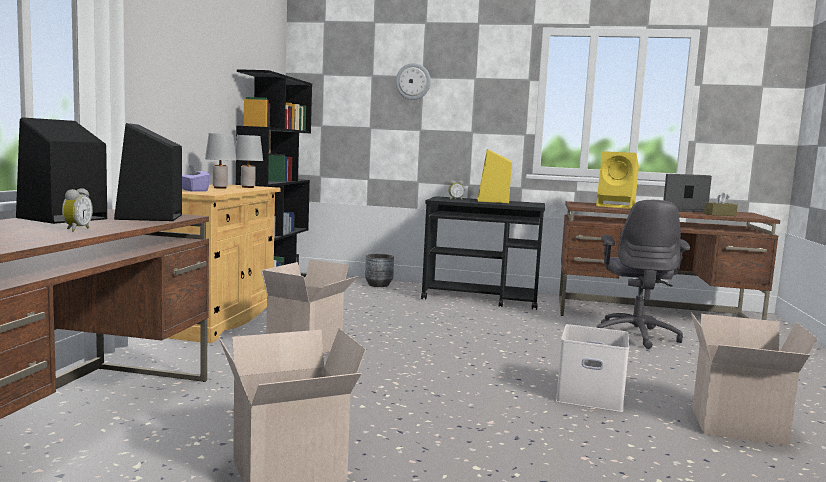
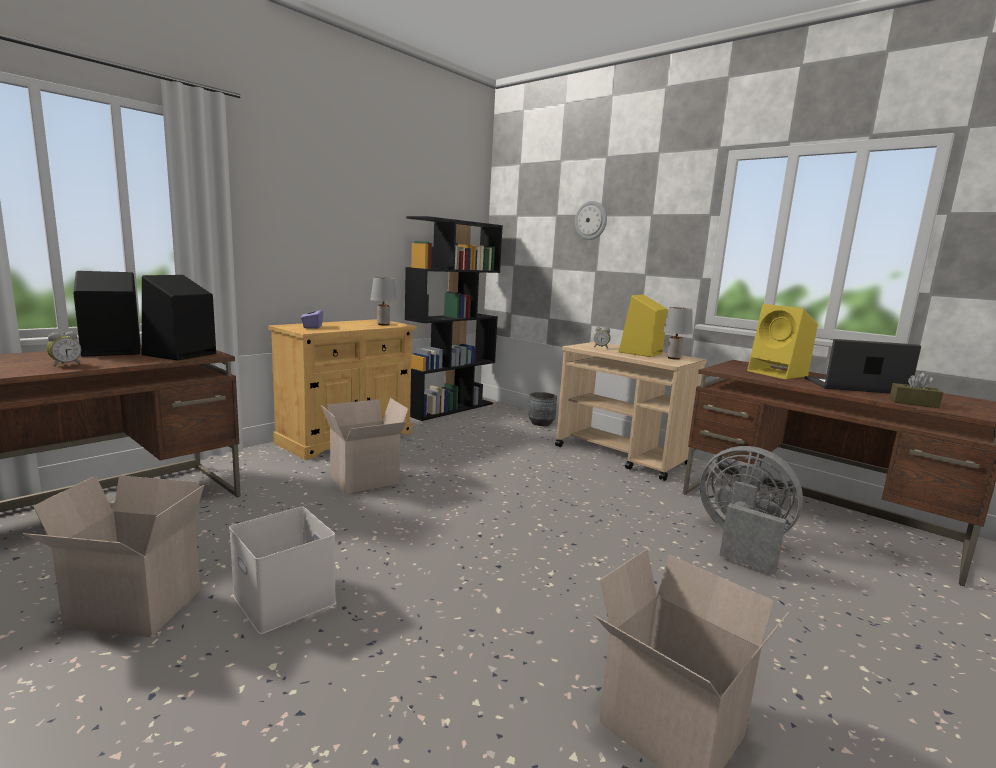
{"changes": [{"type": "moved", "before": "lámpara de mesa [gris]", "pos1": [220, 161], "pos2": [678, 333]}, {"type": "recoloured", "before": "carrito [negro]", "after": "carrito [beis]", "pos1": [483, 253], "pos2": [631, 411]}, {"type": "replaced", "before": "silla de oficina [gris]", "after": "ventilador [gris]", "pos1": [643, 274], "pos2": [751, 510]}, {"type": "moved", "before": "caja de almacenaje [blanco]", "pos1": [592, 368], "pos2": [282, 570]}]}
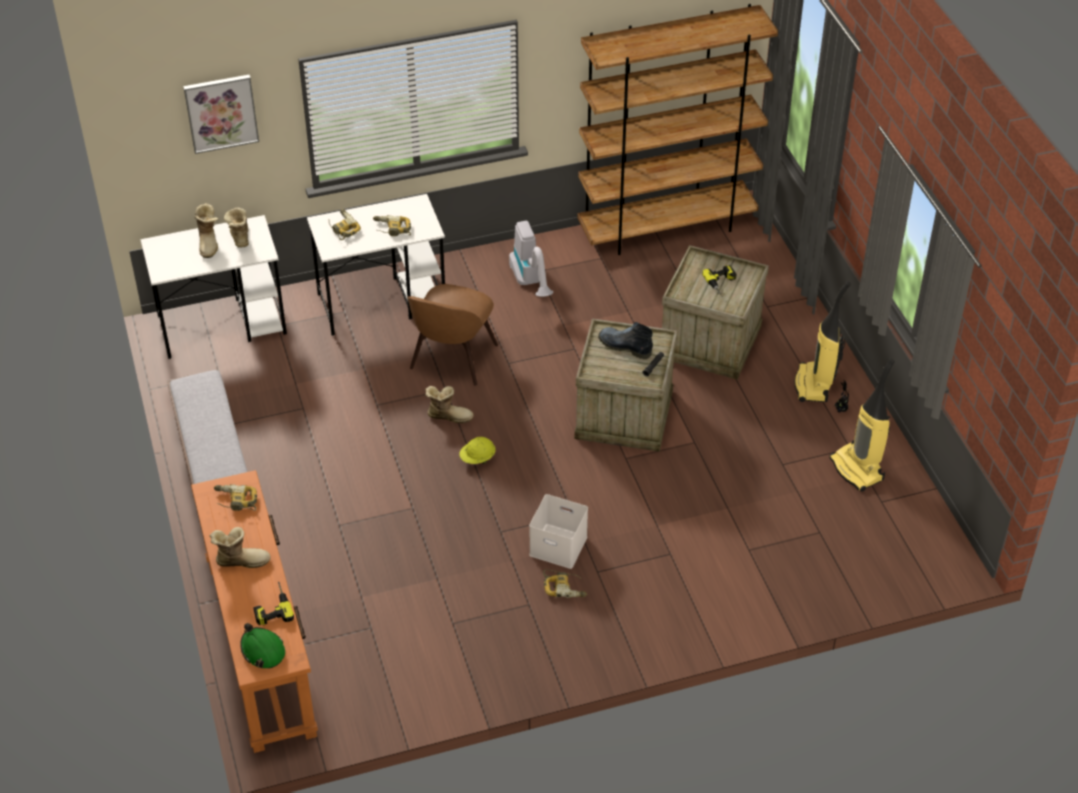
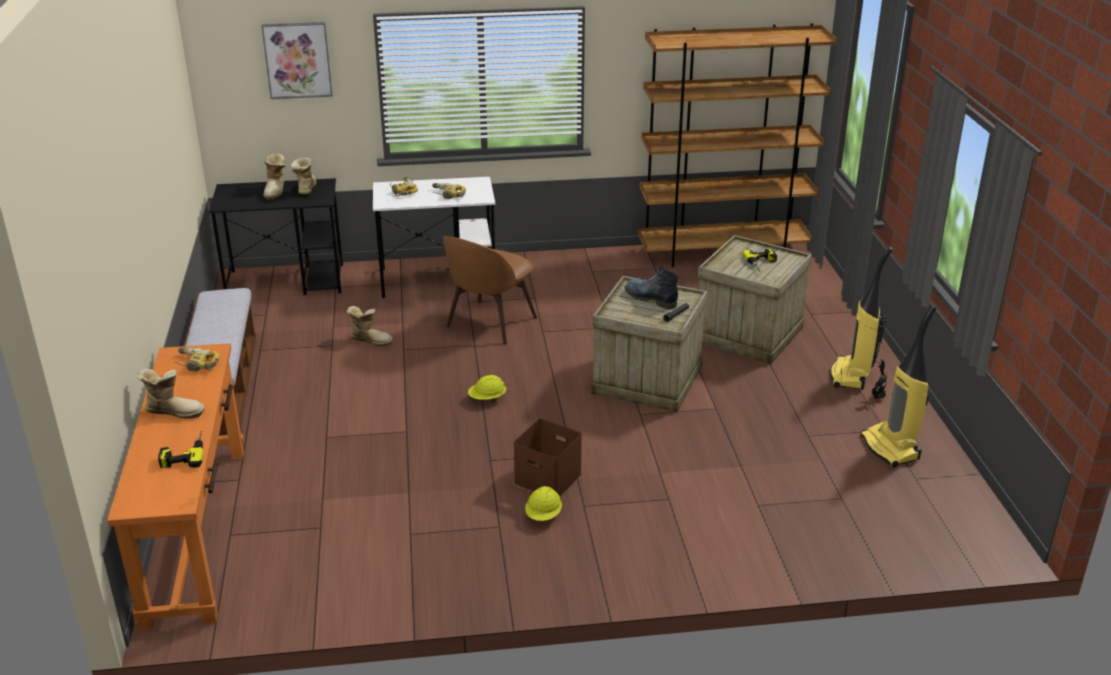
{"changes": [{"type": "recoloured", "before": "escritorio [blanco]", "after": "escritorio [negro]", "pos1": [213, 287], "pos2": [276, 236]}, {"type": "removed", "before": "aspiradora", "pos1": [531, 259]}, {"type": "moved", "before": "bota", "pos1": [449, 404], "pos2": [369, 326]}, {"type": "recoloured", "before": "caja de almacenaje [blanco]", "after": "caja de almacenaje [marrón]", "pos1": [558, 531], "pos2": [547, 457]}, {"type": "replaced", "before": "taladro", "after": "casco [amarillo]", "pos1": [565, 583], "pos2": [543, 503]}, {"type": "removed", "before": "casco [verde]", "pos1": [262, 646]}]}
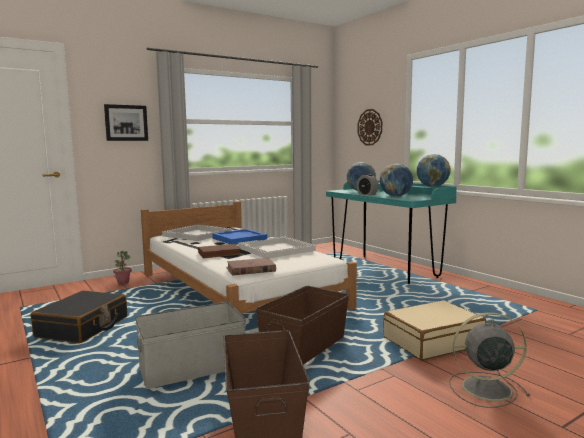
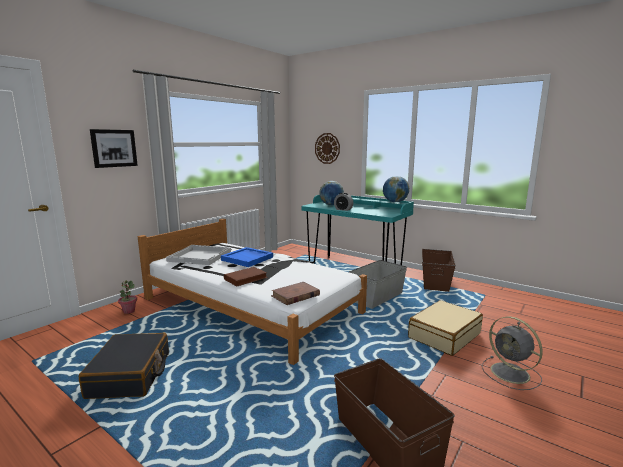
{"changes": [{"type": "removed", "before": "globo terráqueo", "pos1": [396, 180]}, {"type": "removed", "before": "bandeja [blanco]", "pos1": [277, 247]}, {"type": "moved", "before": "caja de almacenaje [marrón]", "pos1": [302, 325], "pos2": [439, 270]}, {"type": "moved", "before": "caja de almacenaje [gris]", "pos1": [190, 345], "pos2": [378, 284]}, {"type": "turned", "before": "ventilador [gris]", "pos1": [489, 360], "pos2": [512, 353], "turn": -105}]}
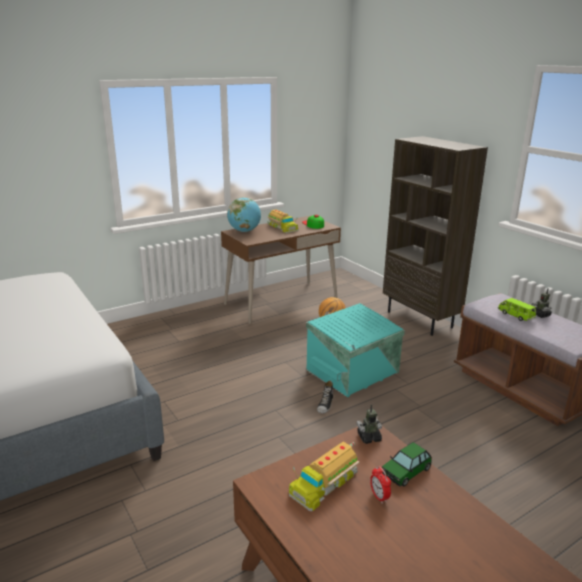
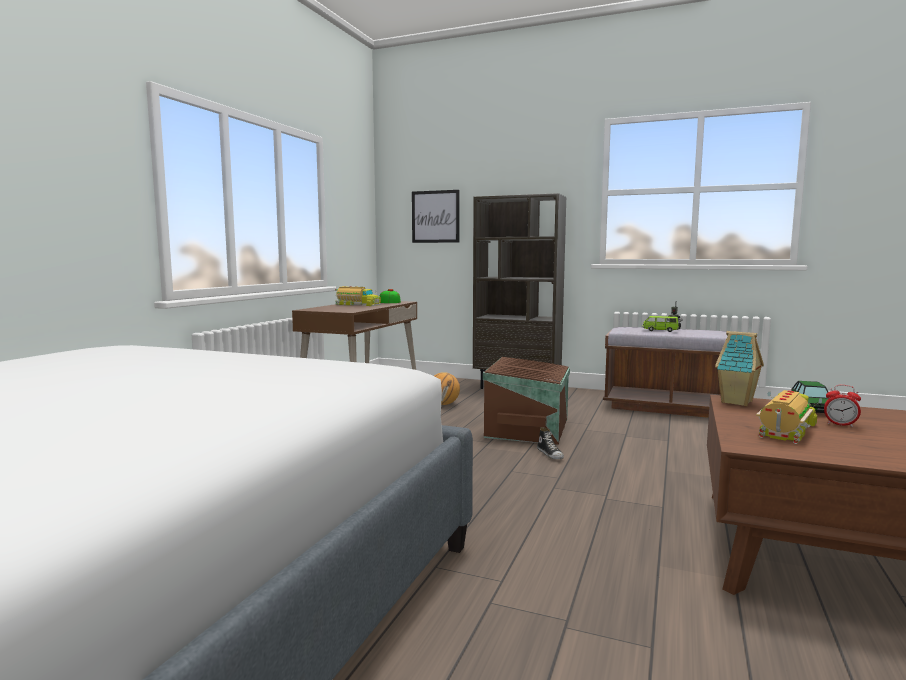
{"changes": [{"type": "removed", "before": "globo terráqueo", "pos1": [244, 214]}, {"type": "recoloured", "before": "caja de almacenaje [turquesa]", "after": "caja de almacenaje [marrón]", "pos1": [355, 350], "pos2": [526, 401]}, {"type": "replaced", "before": "robot de juguete", "after": "casita", "pos1": [369, 424], "pos2": [739, 368]}, {"type": "turned", "before": "camión de juguete", "pos1": [324, 476], "pos2": [789, 417], "turn": -150}, {"type": "added", "after": "cuadro", "pos2": [436, 216]}]}
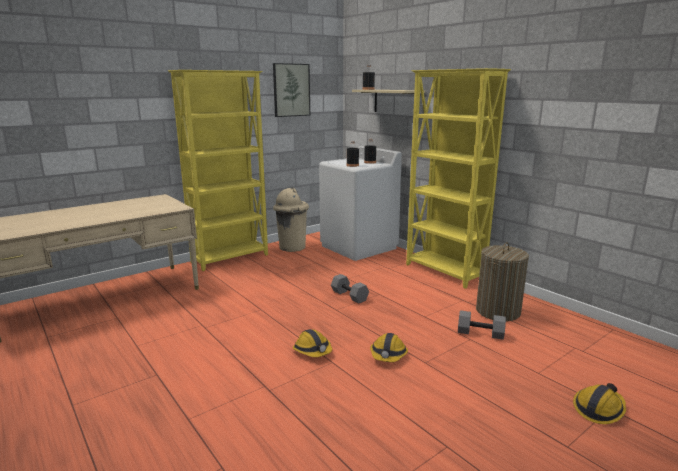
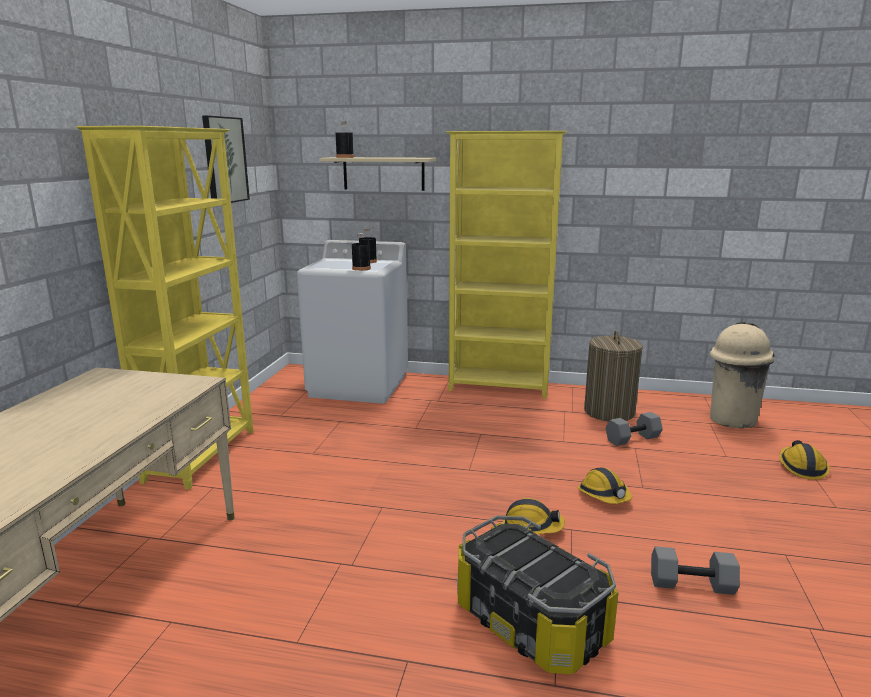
{"changes": [{"type": "moved", "before": "papelera [beis]", "pos1": [291, 219], "pos2": [742, 375]}, {"type": "moved", "before": "mancuerna [gris]", "pos1": [350, 288], "pos2": [695, 570]}, {"type": "added", "after": "caja de almacenaje", "pos2": [538, 594]}]}
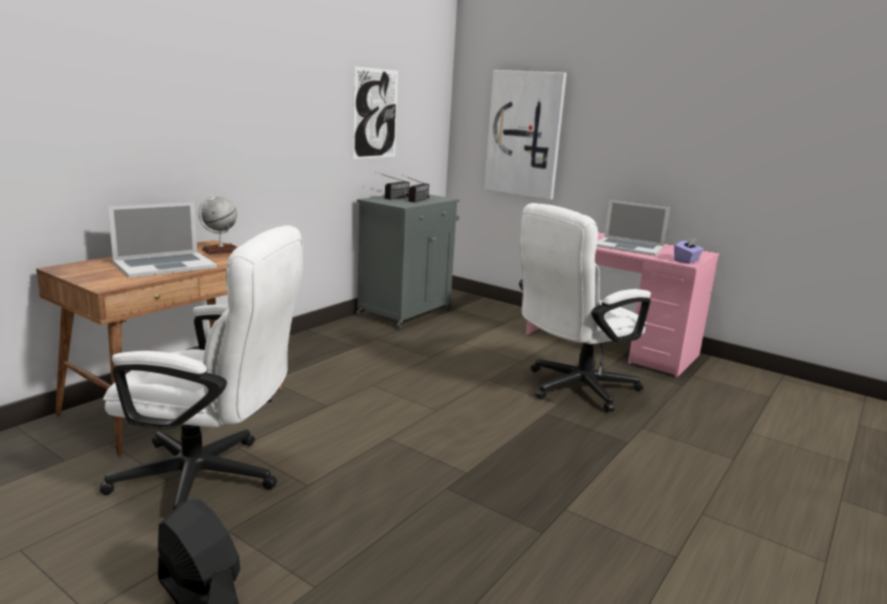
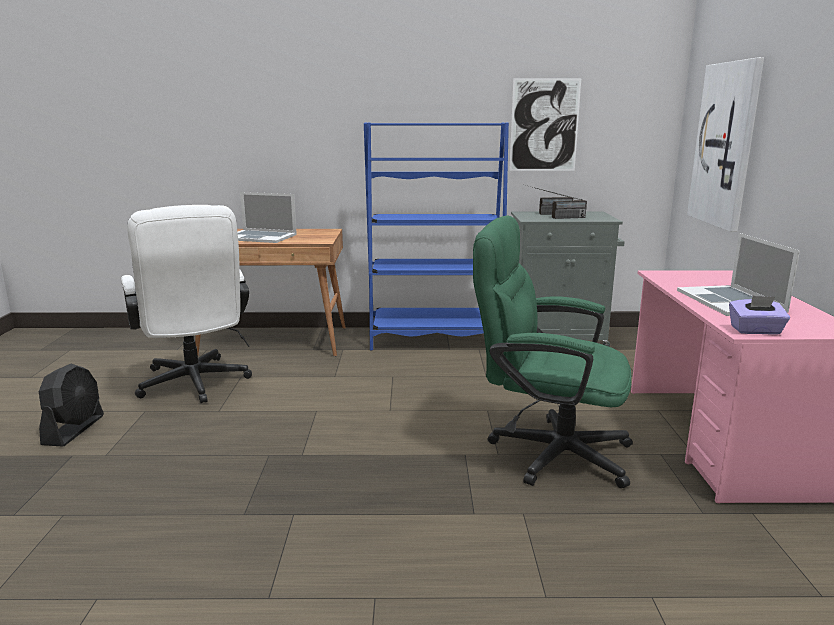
{"changes": [{"type": "removed", "before": "globo terráqueo", "pos1": [217, 225]}, {"type": "recoloured", "before": "silla de oficina [blanco]", "after": "silla de oficina [verde]", "pos1": [585, 307], "pos2": [553, 351]}, {"type": "added", "after": "estantería [azul]", "pos2": [436, 236]}]}
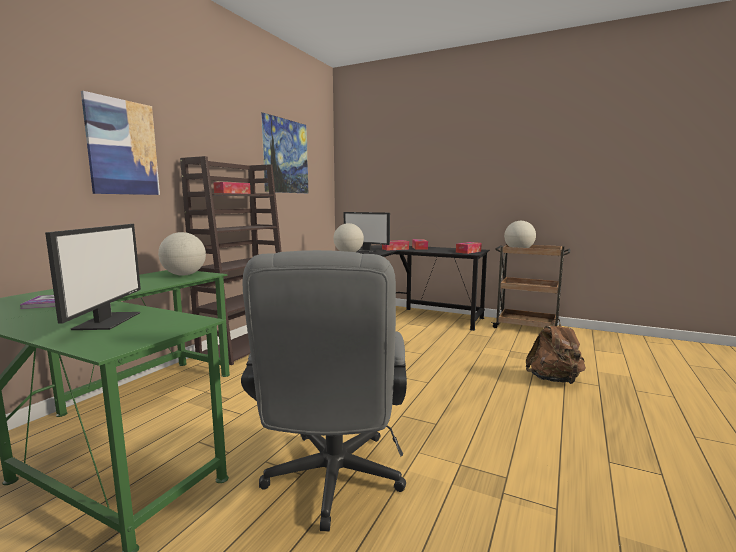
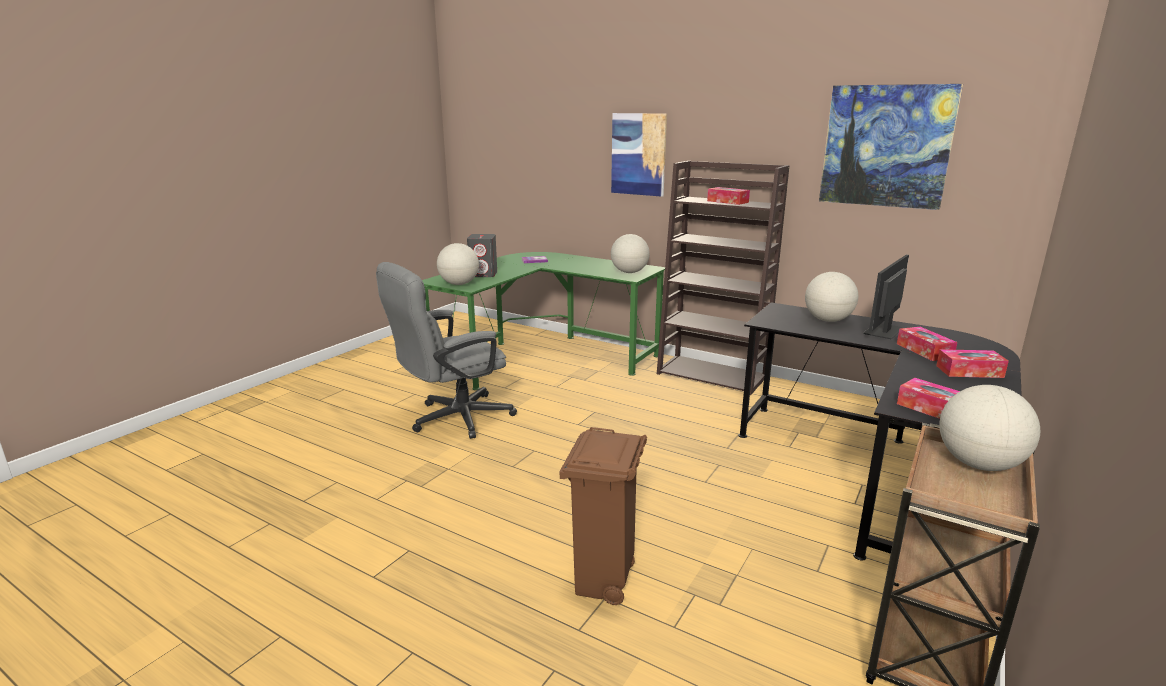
{"changes": [{"type": "replaced", "before": "monitor", "after": "altavoz [gris]", "pos1": [93, 277], "pos2": [482, 255]}, {"type": "turned", "before": "silla de oficina [gris]", "pos1": [324, 390], "pos2": [446, 350], "turn": -45}, {"type": "replaced", "before": "mochila [marrón]", "after": "papelera [marrón]", "pos1": [556, 351], "pos2": [603, 516]}, {"type": "added", "after": "globo terráqueo", "pos2": [458, 264]}]}
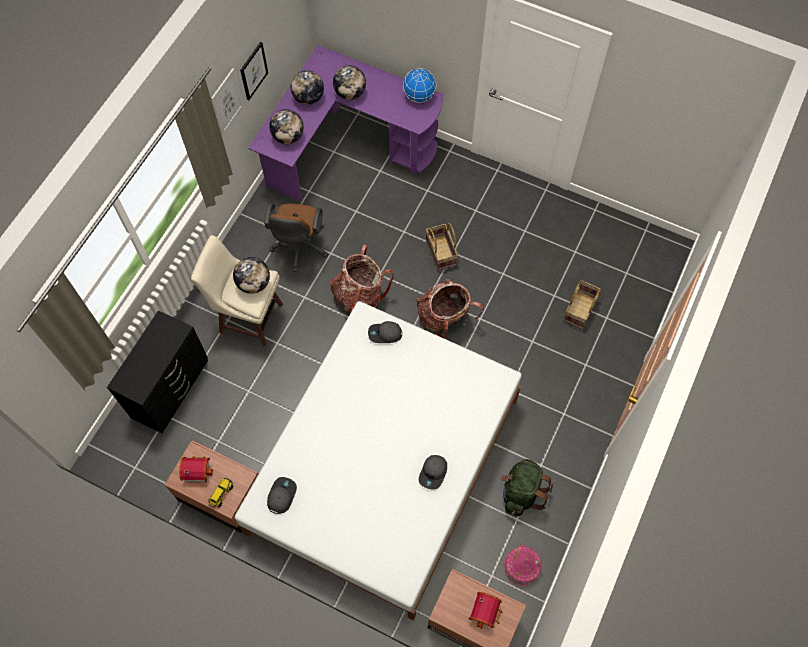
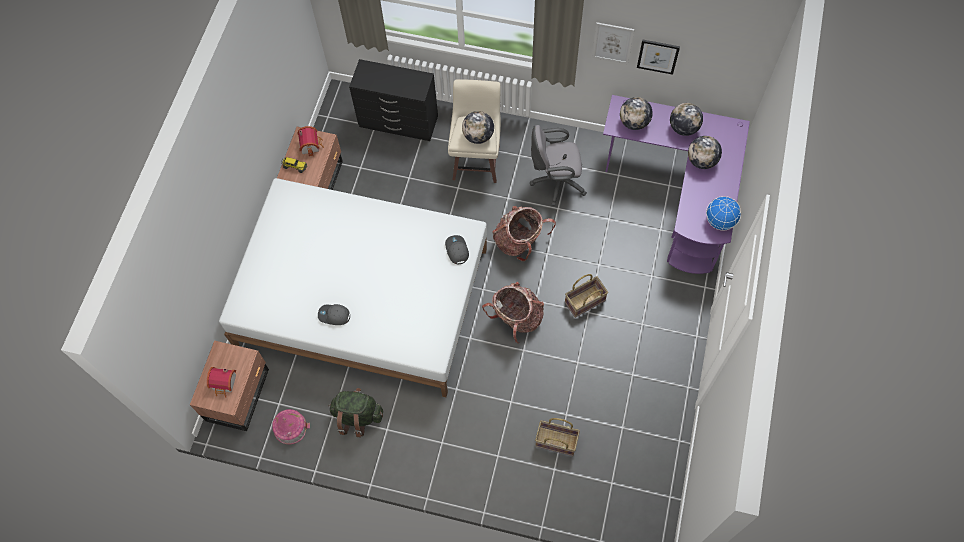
{"changes": [{"type": "recoloured", "before": "silla de oficina [marrón]", "after": "silla de oficina [gris]", "pos1": [296, 237], "pos2": [558, 165]}, {"type": "removed", "before": "gorra [gris]", "pos1": [282, 495]}]}
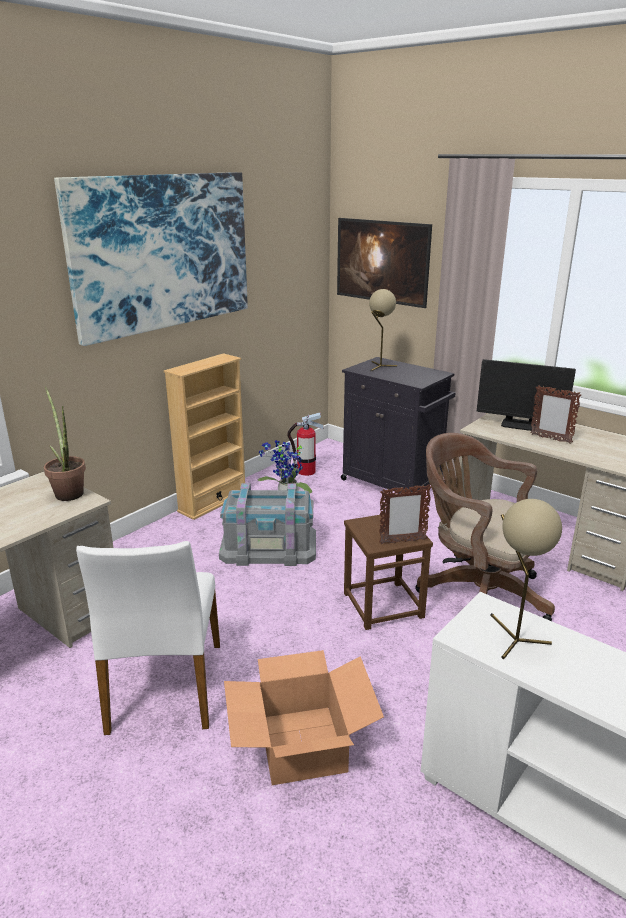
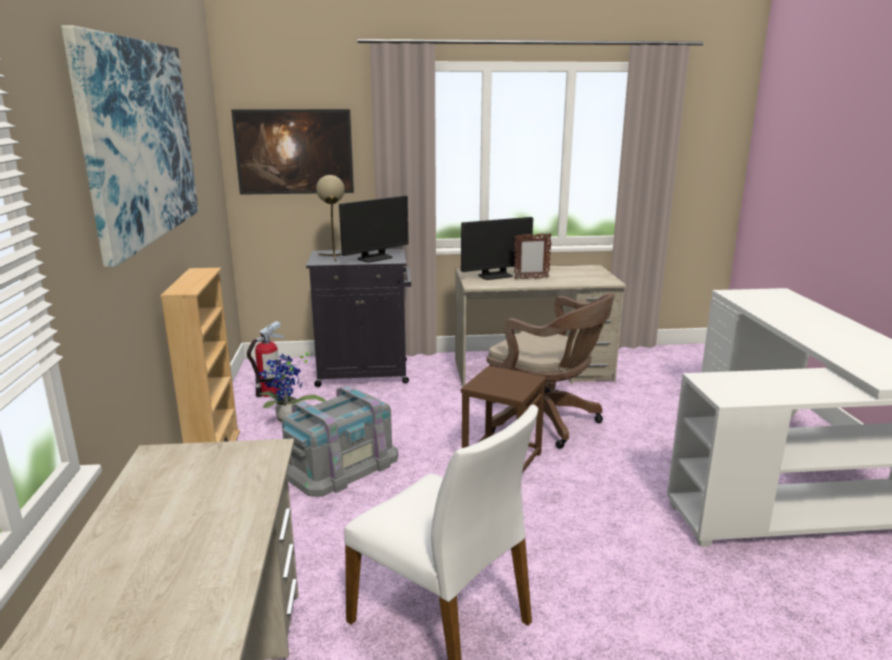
{"changes": [{"type": "removed", "before": "planta en maceta", "pos1": [65, 443]}, {"type": "turned", "before": "silla de oficina [marrón]", "pos1": [485, 527], "pos2": [551, 371], "turn": -135}, {"type": "removed", "before": "portarretratos", "pos1": [405, 514]}, {"type": "removed", "before": "lámpara de mesa [beis]", "pos1": [526, 579]}, {"type": "removed", "before": "caja de cartón", "pos1": [304, 717]}, {"type": "added", "after": "monitor", "pos2": [374, 229]}]}
